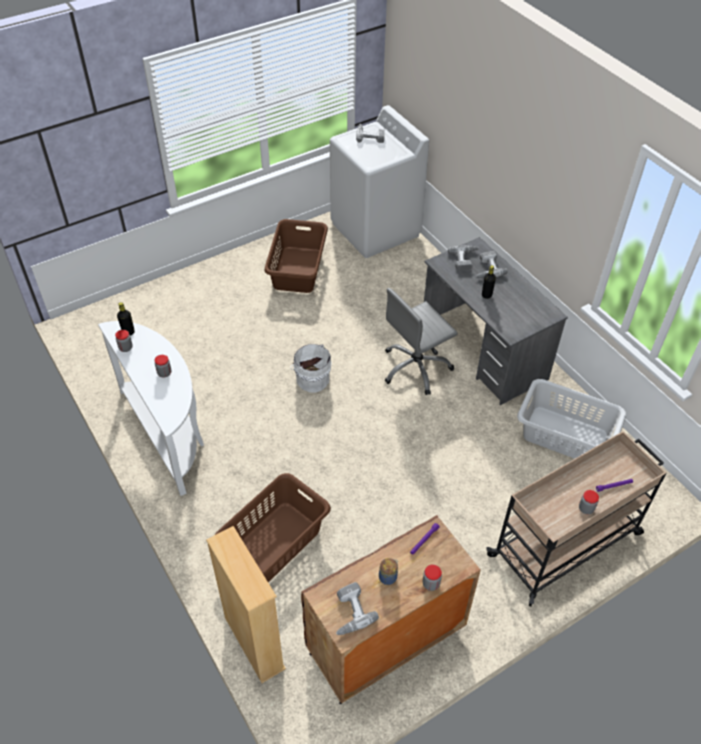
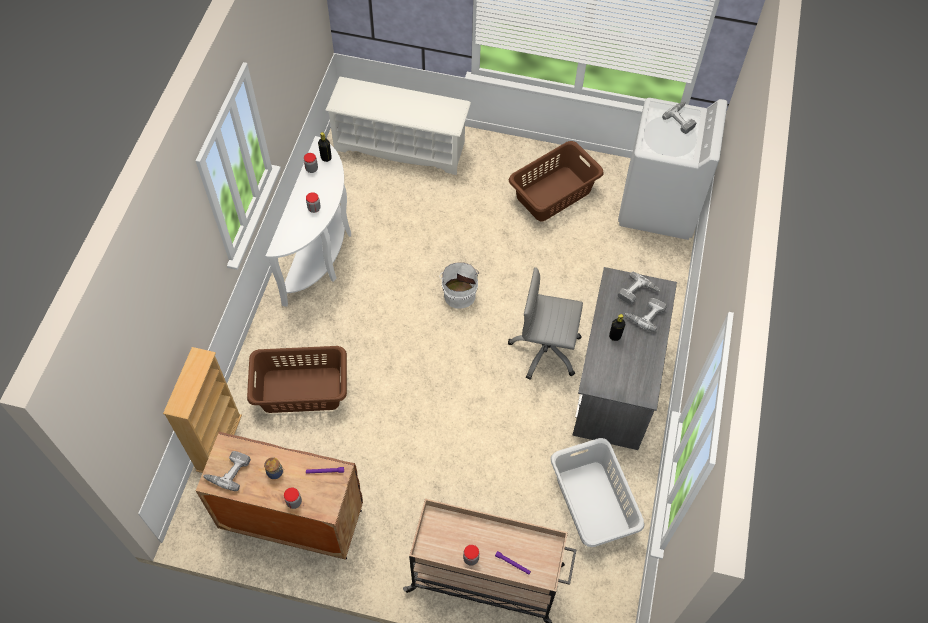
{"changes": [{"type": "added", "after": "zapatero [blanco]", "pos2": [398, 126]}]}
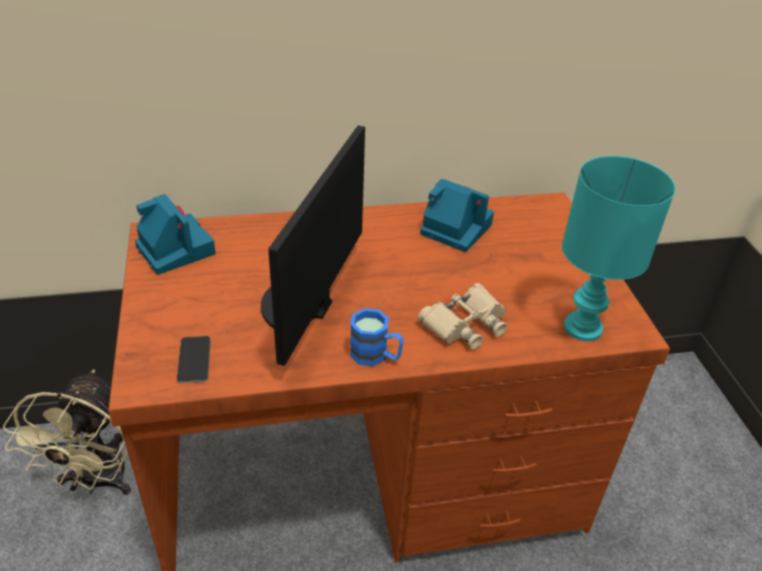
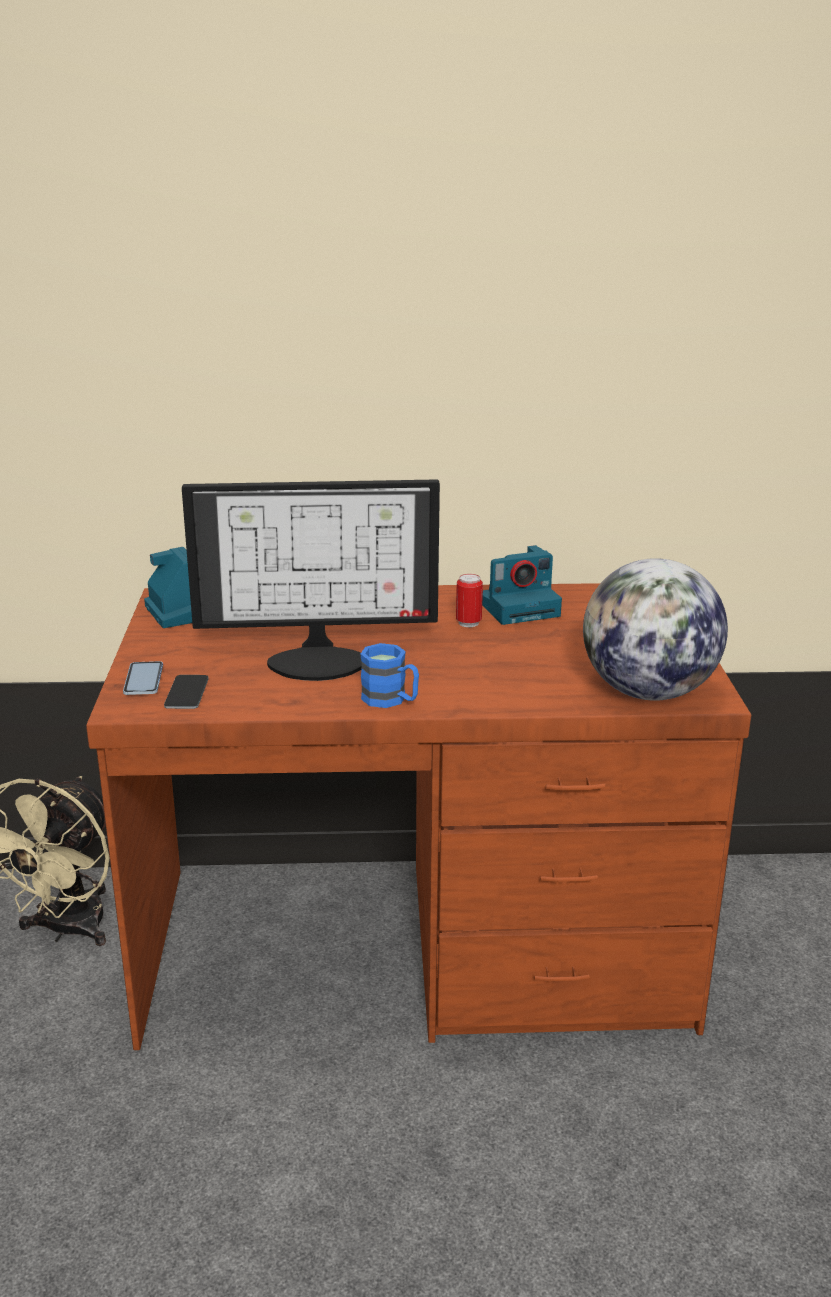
{"changes": [{"type": "turned", "before": "monitor", "pos1": [313, 246], "pos2": [311, 580], "turn": -120}, {"type": "replaced", "before": "lámpara de mesa [turquesa]", "after": "globo terráqueo", "pos1": [618, 248], "pos2": [655, 629]}, {"type": "turned", "before": "cámara", "pos1": [457, 215], "pos2": [522, 585], "turn": 120}, {"type": "removed", "before": "prismáticos [beis]", "pos1": [462, 316]}, {"type": "added", "after": "lata", "pos2": [469, 600]}, {"type": "added", "after": "móvil", "pos2": [143, 678]}]}
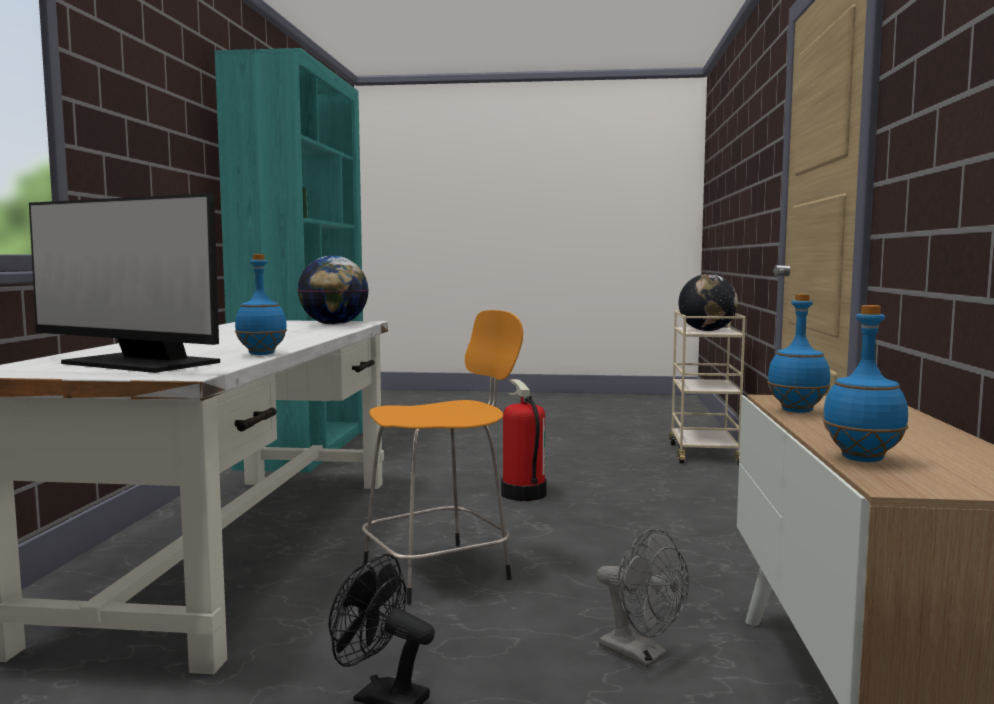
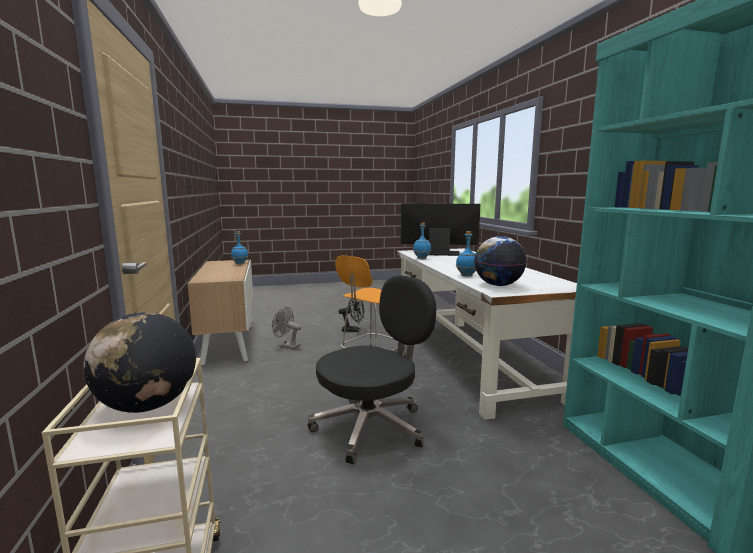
{"changes": [{"type": "moved", "before": "botella [azul]", "pos1": [799, 353], "pos2": [466, 254]}, {"type": "replaced", "before": "extintor", "after": "silla de oficina [negro]", "pos1": [524, 440], "pos2": [372, 369]}]}
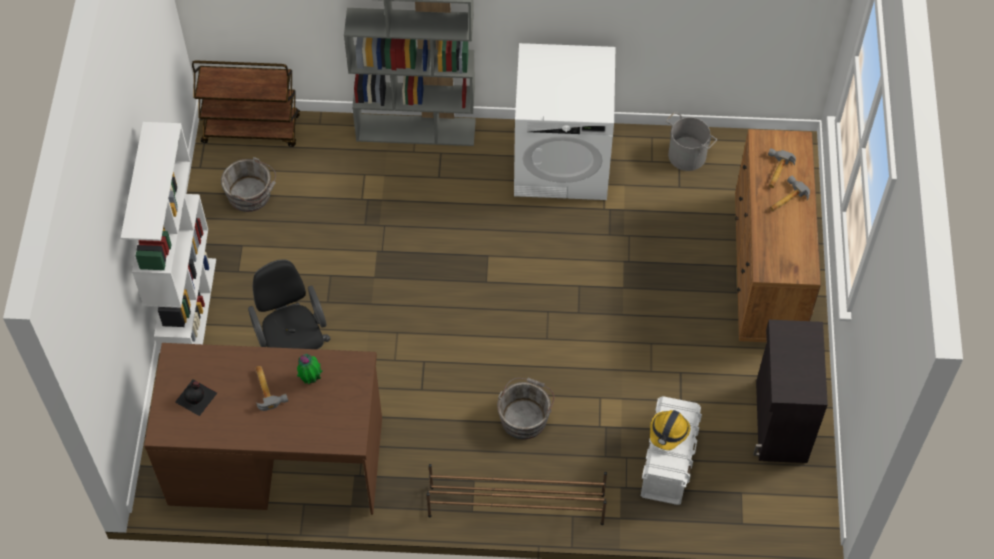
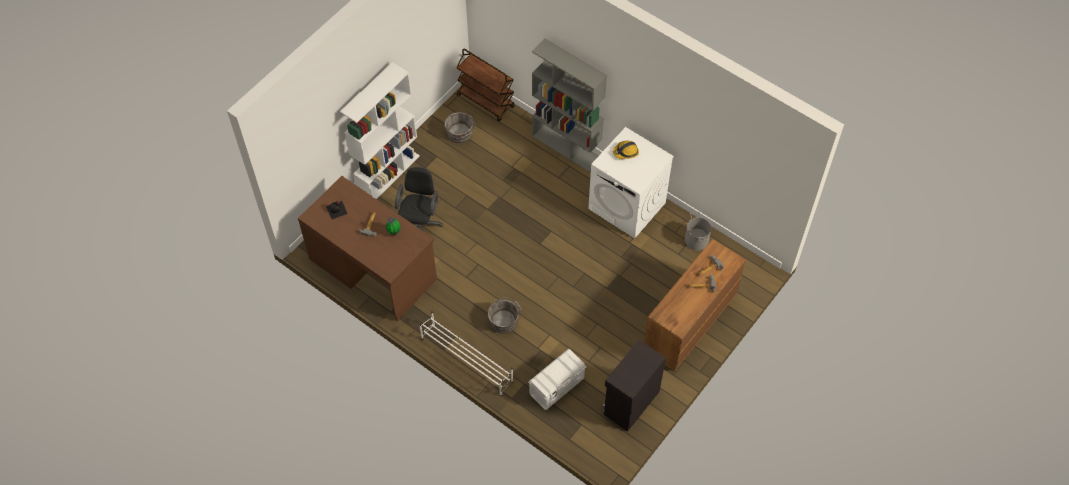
{"changes": [{"type": "moved", "before": "casco", "pos1": [670, 430], "pos2": [626, 150]}, {"type": "recoloured", "before": "zapatero [marrón]", "after": "zapatero [blanco]", "pos1": [516, 494], "pos2": [466, 353]}]}
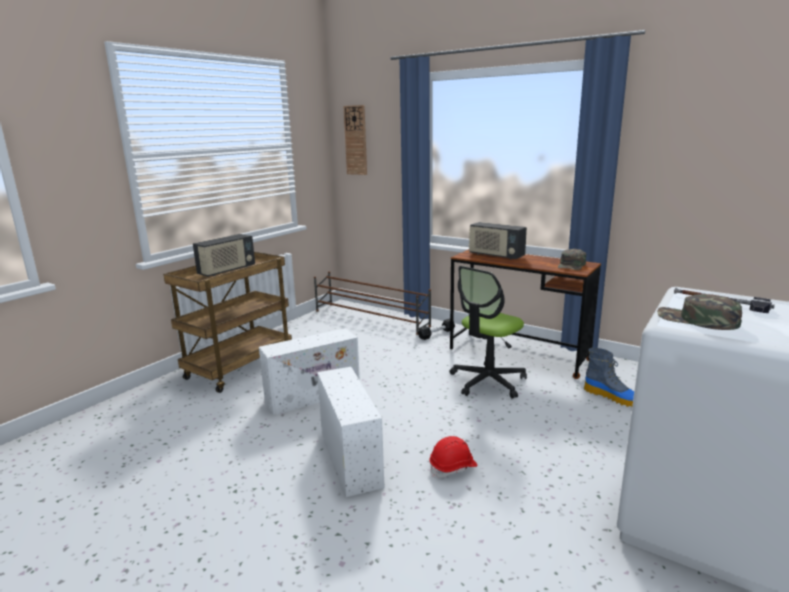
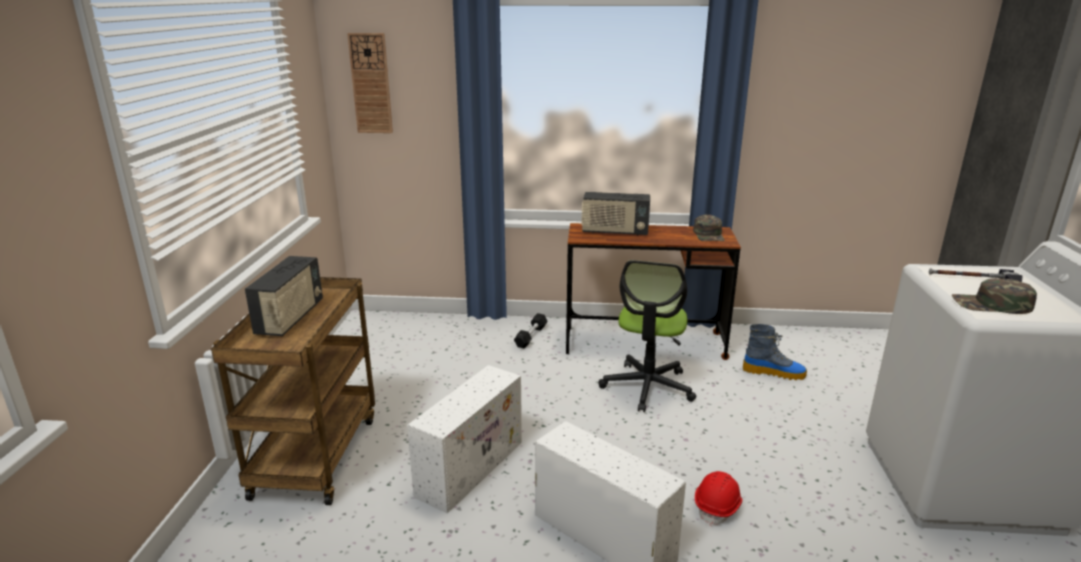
{"changes": [{"type": "removed", "before": "zapatero [marrón]", "pos1": [372, 303]}]}
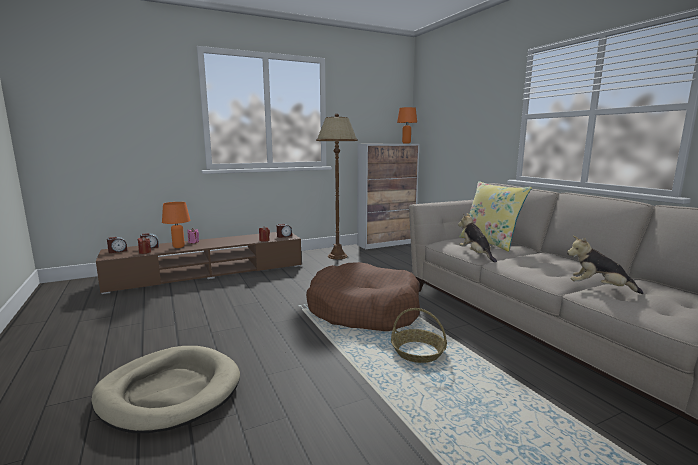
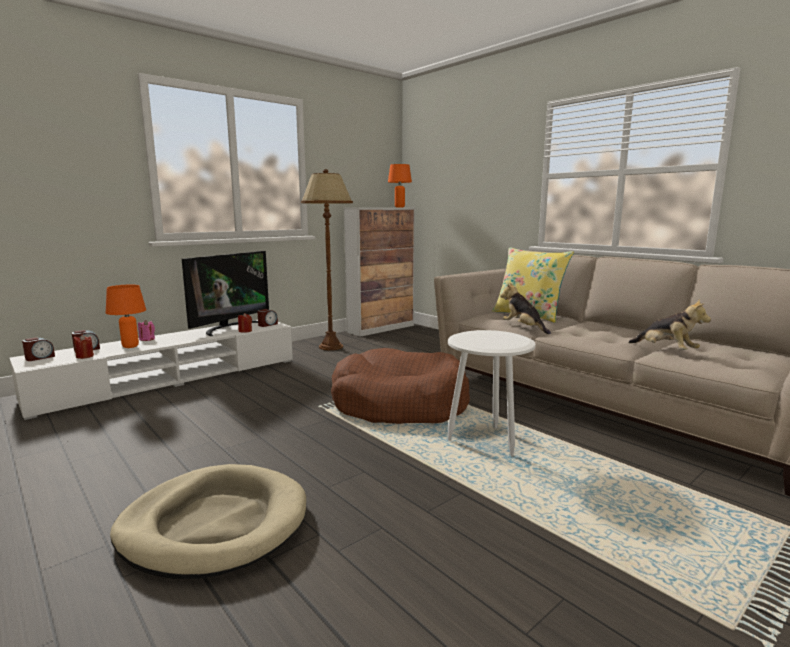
{"changes": [{"type": "recoloured", "before": "mueble de televisión [marrón]", "after": "mueble de televisión [blanco]", "pos1": [199, 263], "pos2": [151, 370]}, {"type": "turned", "before": "peluche", "pos1": [605, 265], "pos2": [669, 324], "turn": -135}, {"type": "replaced", "before": "cesta", "after": "mesa auxiliar [blanco]", "pos1": [419, 335], "pos2": [492, 393]}, {"type": "added", "after": "televisor", "pos2": [225, 293]}]}
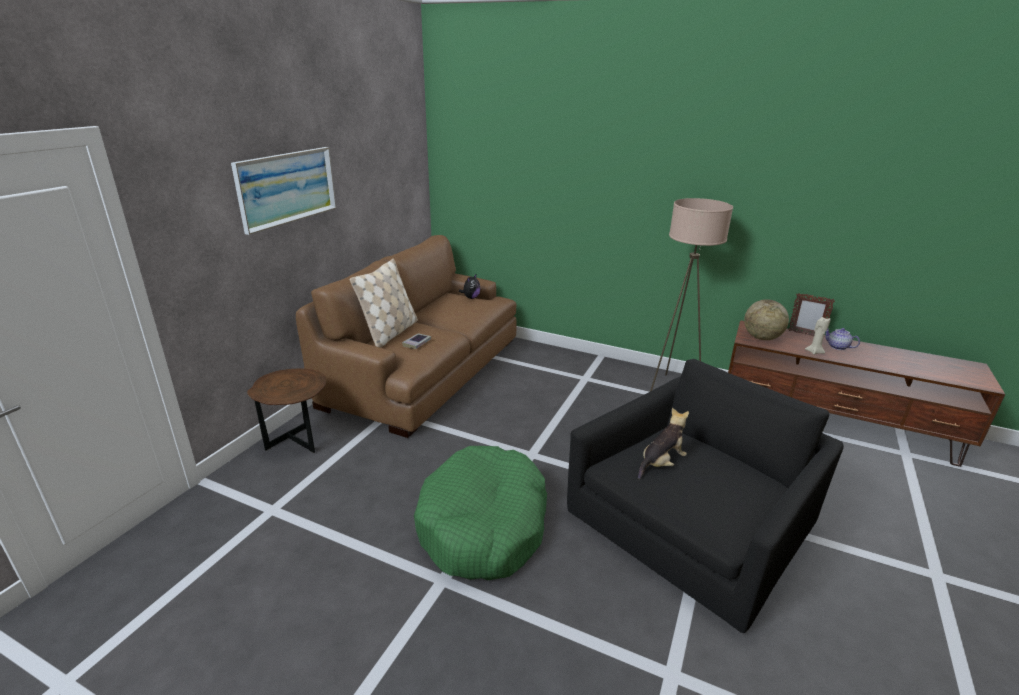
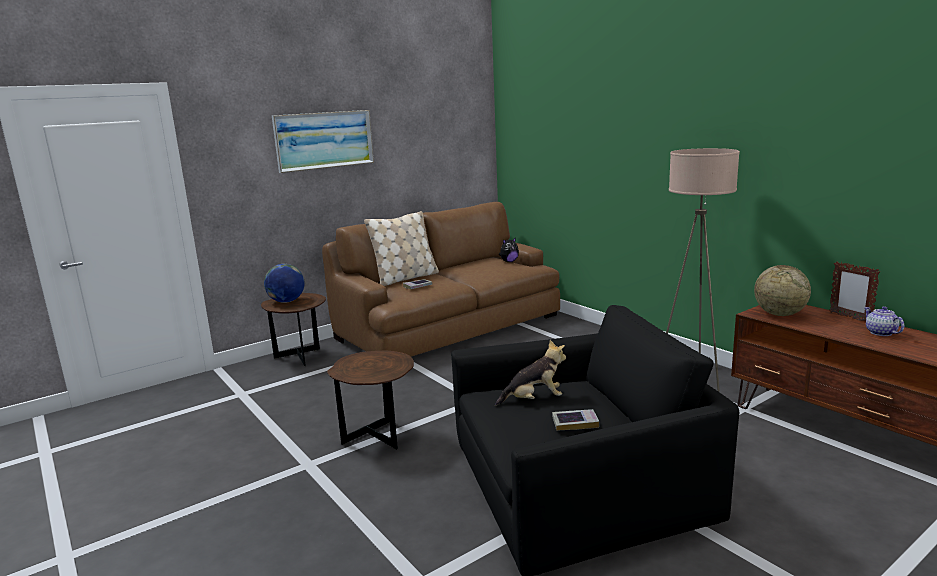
{"changes": [{"type": "removed", "before": "vela [beis]", "pos1": [817, 336]}, {"type": "replaced", "before": "cama para perro [verde]", "after": "mesa auxiliar [marrón]", "pos1": [480, 513], "pos2": [370, 400]}, {"type": "added", "after": "globo terráqueo", "pos2": [284, 283]}, {"type": "added", "after": "libro", "pos2": [575, 420]}]}
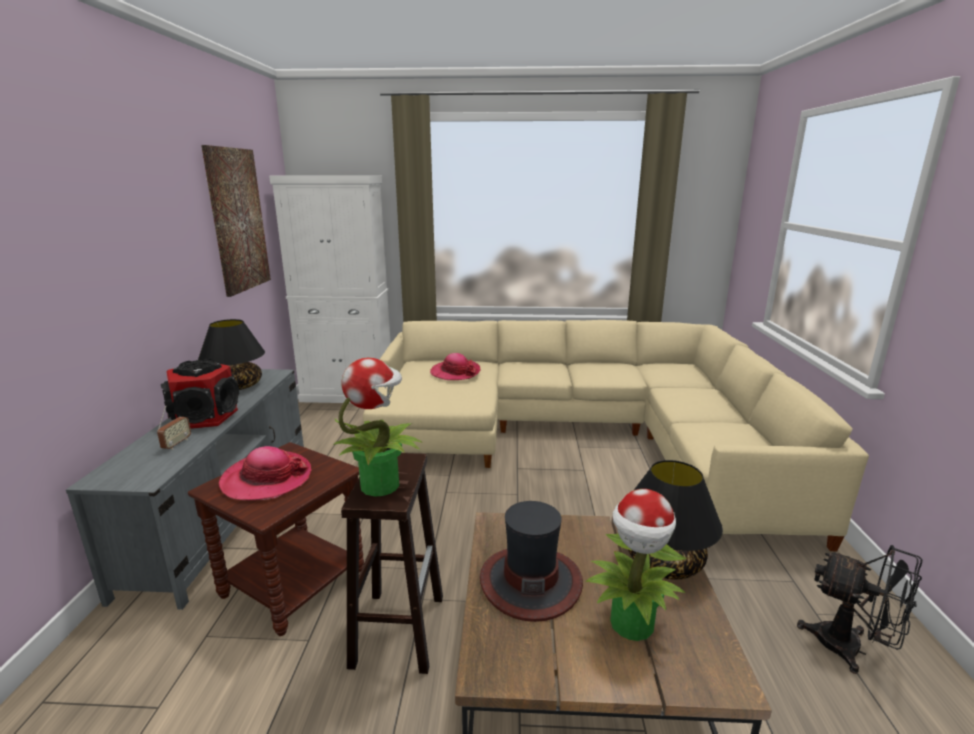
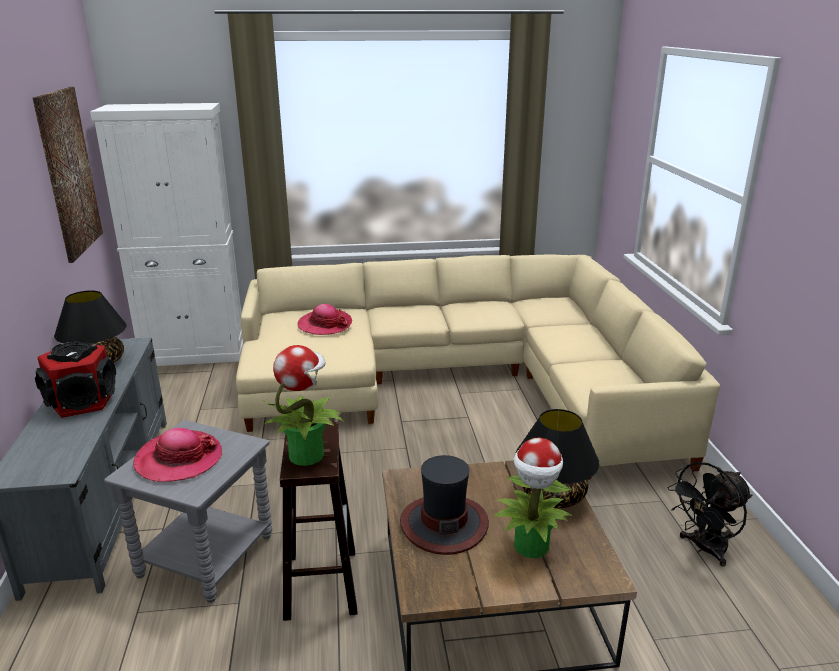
{"changes": [{"type": "removed", "before": "radio", "pos1": [174, 427]}, {"type": "recoloured", "before": "mesa auxiliar [marrón]", "after": "mesa auxiliar [gris]", "pos1": [276, 539], "pos2": [188, 511]}, {"type": "turned", "before": "ventilador [negro]", "pos1": [859, 609], "pos2": [710, 514], "turn": 120}]}
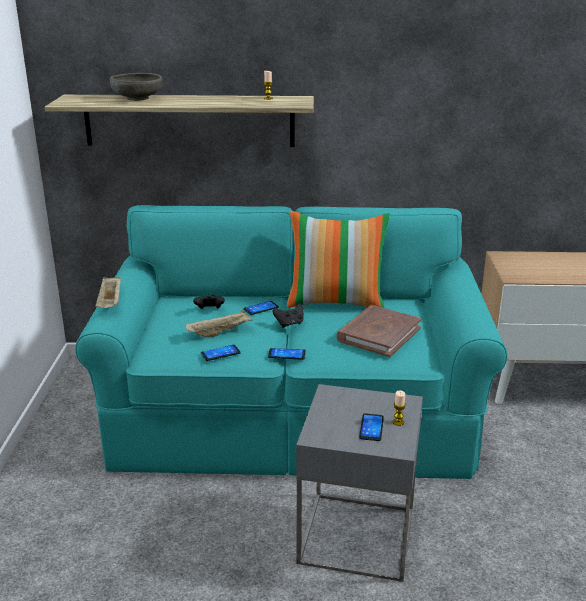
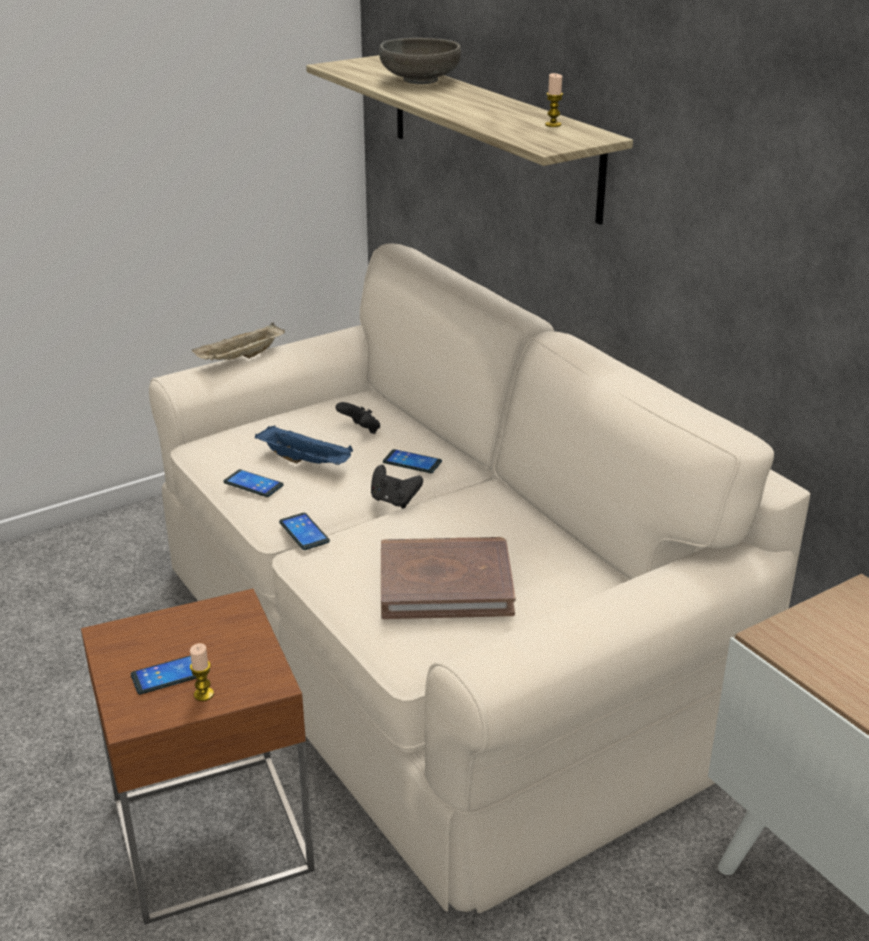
{"changes": [{"type": "recoloured", "before": "sofá [turquesa]", "after": "sofá [beis]", "pos1": [291, 342], "pos2": [479, 578]}, {"type": "removed", "before": "cojín", "pos1": [338, 259]}, {"type": "recoloured", "before": "bandeja [beis]", "after": "bandeja [azul]", "pos1": [219, 323], "pos2": [304, 445]}, {"type": "recoloured", "before": "mesa auxiliar [gris]", "after": "mesa auxiliar [marrón]", "pos1": [359, 483], "pos2": [198, 757]}]}
